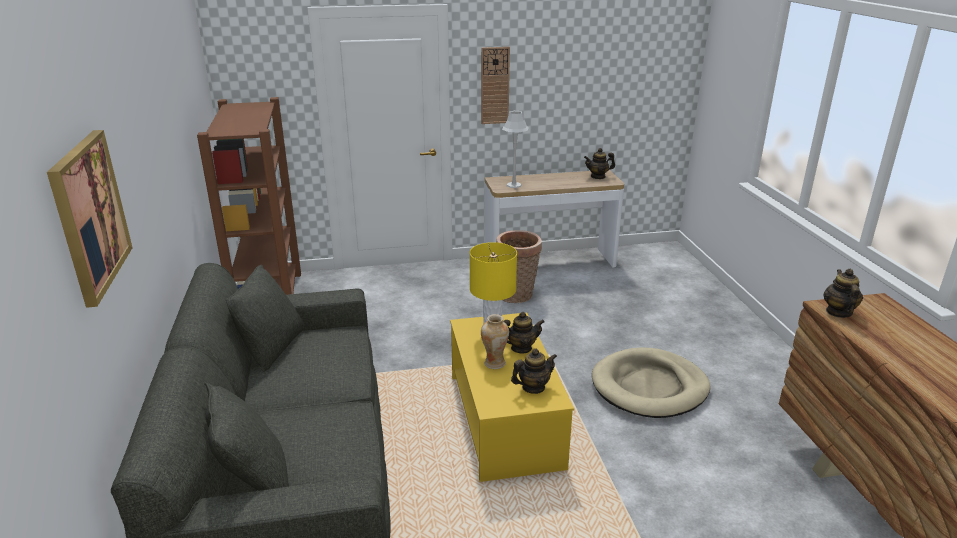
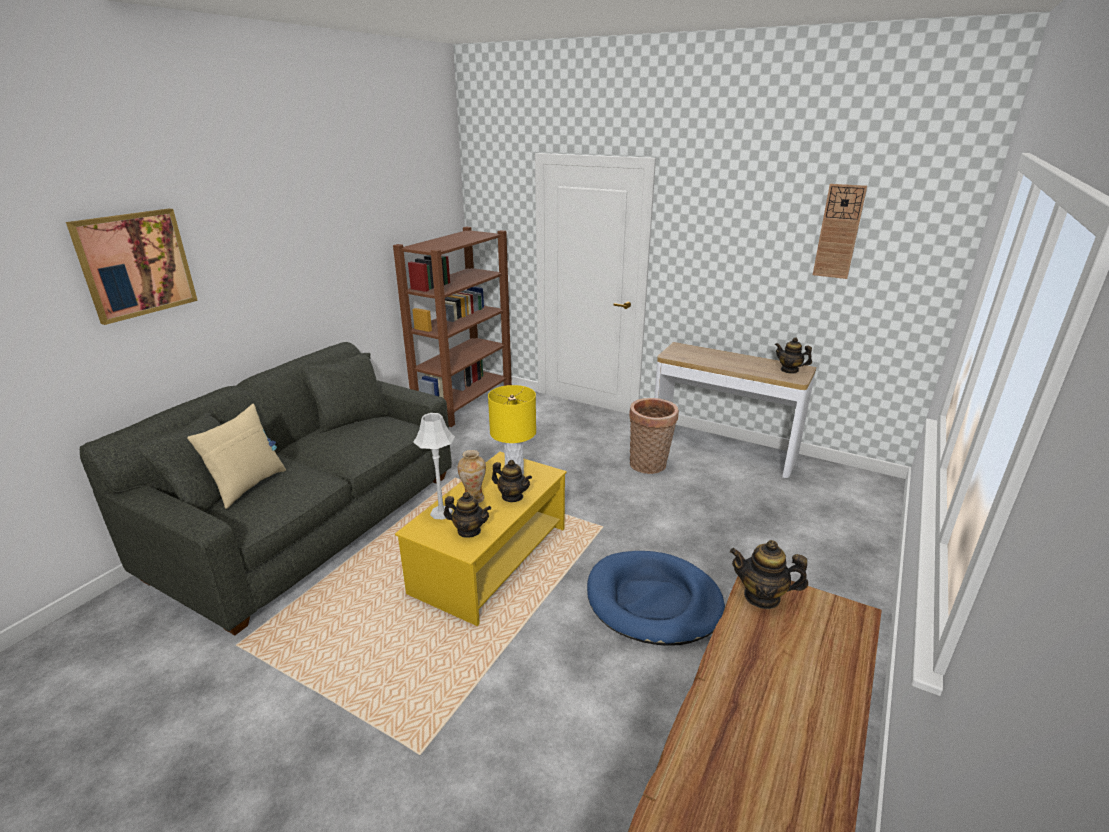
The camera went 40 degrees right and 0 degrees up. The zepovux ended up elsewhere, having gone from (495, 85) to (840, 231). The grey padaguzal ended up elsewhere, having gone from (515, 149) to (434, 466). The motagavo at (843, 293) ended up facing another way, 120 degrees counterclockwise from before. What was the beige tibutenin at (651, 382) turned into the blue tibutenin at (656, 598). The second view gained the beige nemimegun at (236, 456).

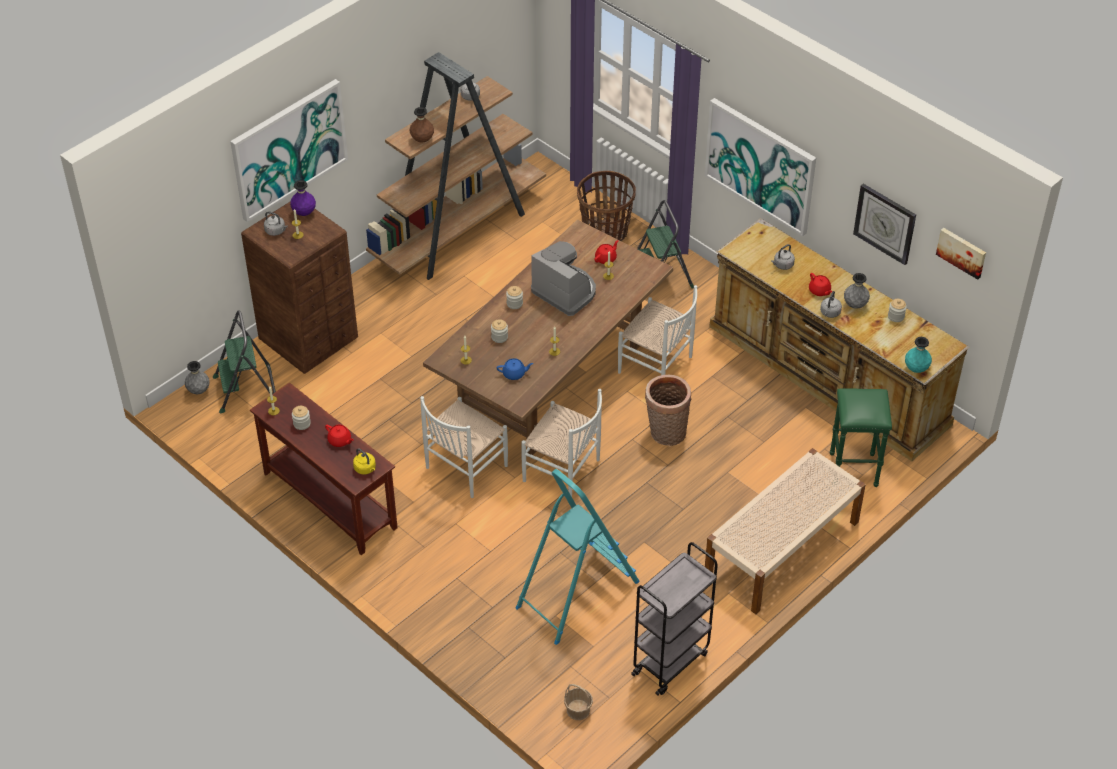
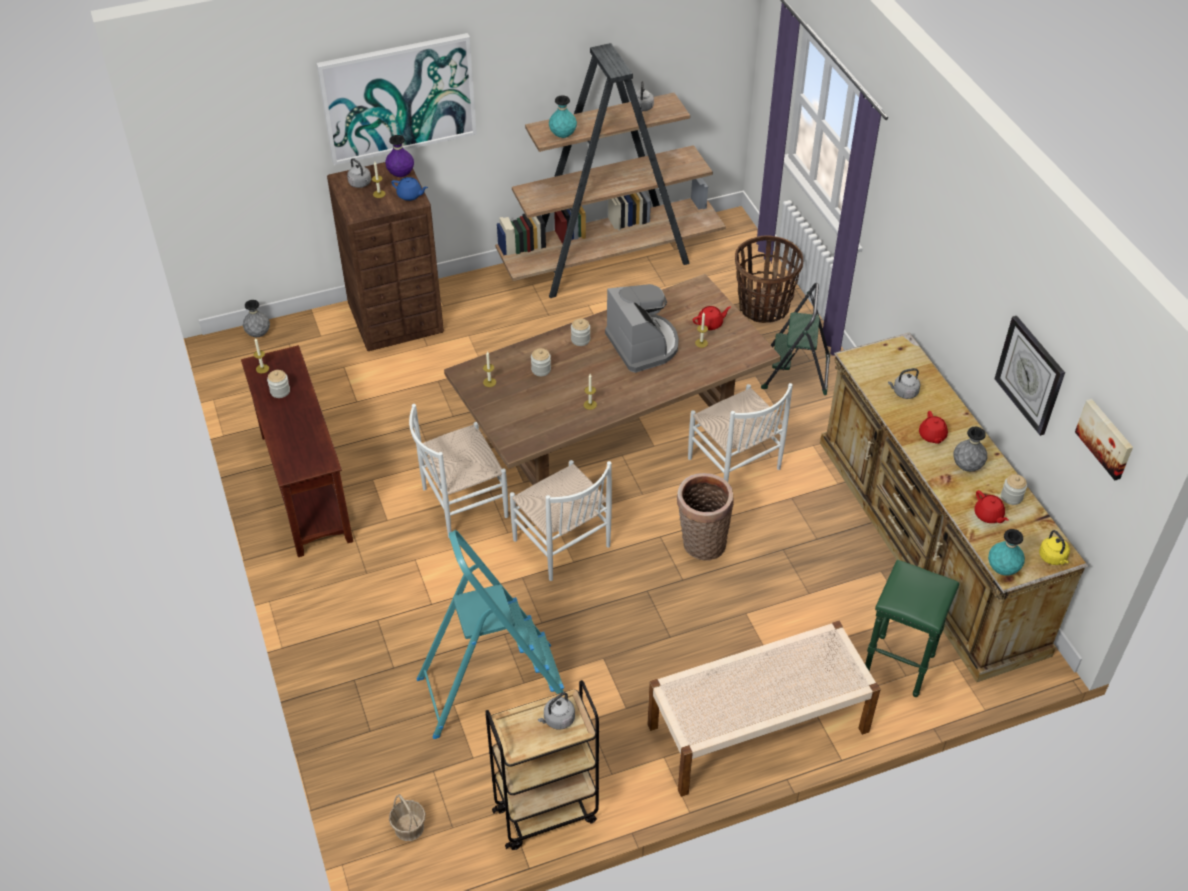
The camera went 25 degrees right and 0 degrees up. The second view lost the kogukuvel at (760, 167). What was the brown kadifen at (422, 124) turned into the turquoise kadifen at (563, 116). The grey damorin ended up elsewhere, having gone from (831, 304) to (556, 711). The second view lost the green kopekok at (244, 362). The blue motagavo ended up elsewhere, having gone from (515, 369) to (409, 189). The red motagavo ended up elsewhere, having gone from (339, 435) to (992, 506). The yellow damorin ended up elsewhere, having gone from (364, 461) to (1054, 547). What was the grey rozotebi at (674, 619) turned into the brown rozotebi at (542, 765).

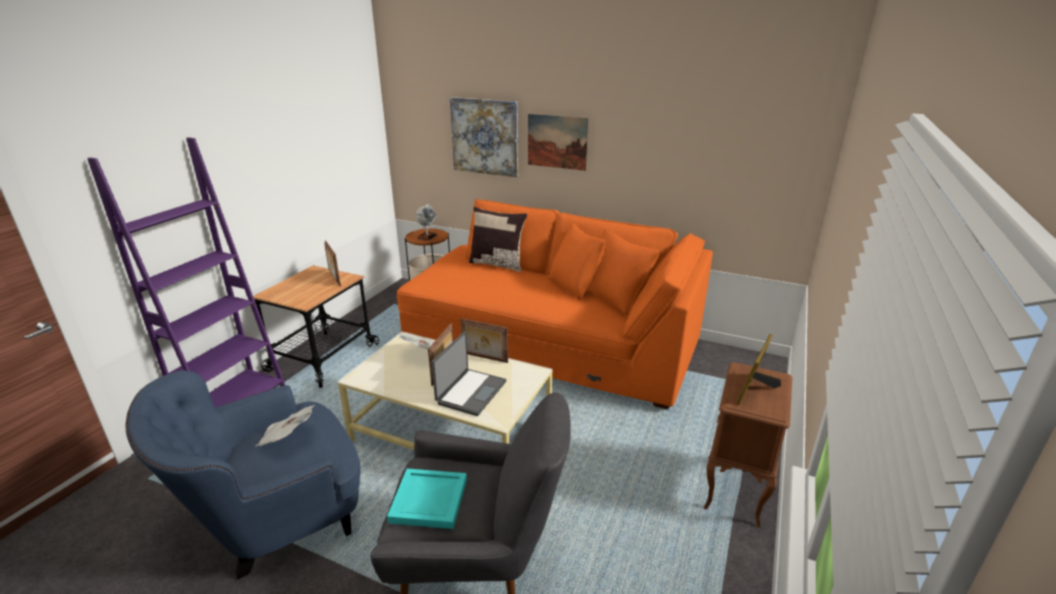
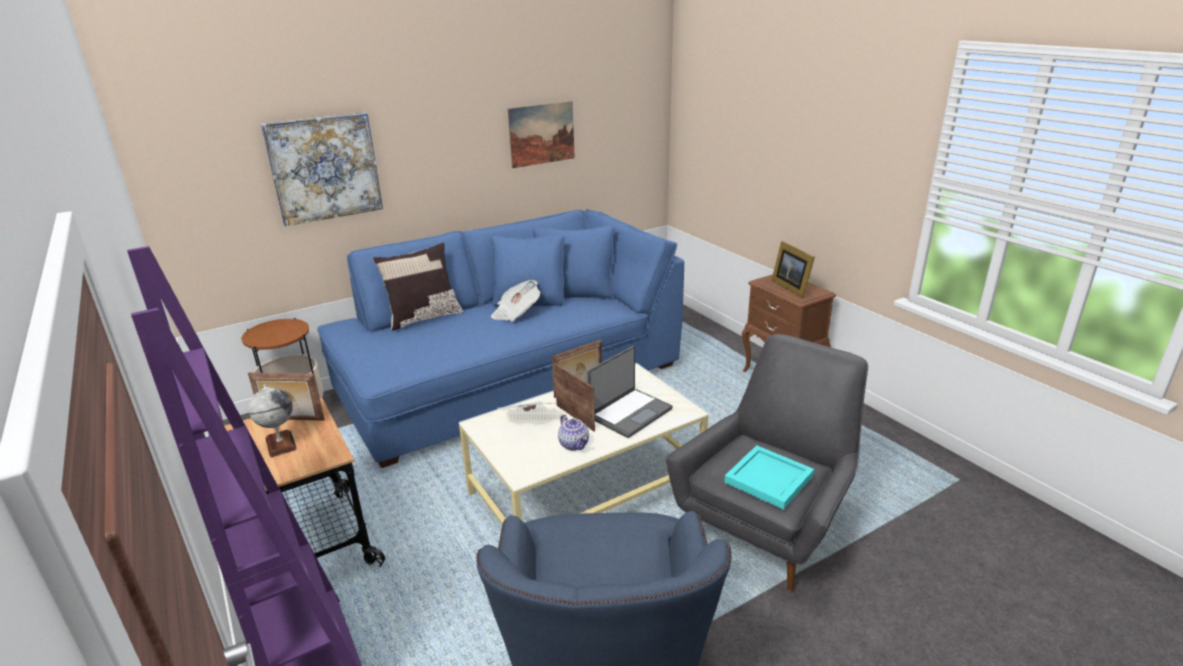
The camera went 55 degrees left and 0 degrees up. The kogukuvel ended up elsewhere, having gone from (558, 142) to (541, 134). What was the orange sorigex at (555, 304) turned into the blue sorigex at (500, 338). The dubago ended up elsewhere, having gone from (427, 222) to (273, 420). The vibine at (469, 374) ended up facing another way, 75 degrees clockwise from before. The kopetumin ended up elsewhere, having gone from (285, 426) to (515, 300). The second view gained the motagavo at (573, 433).

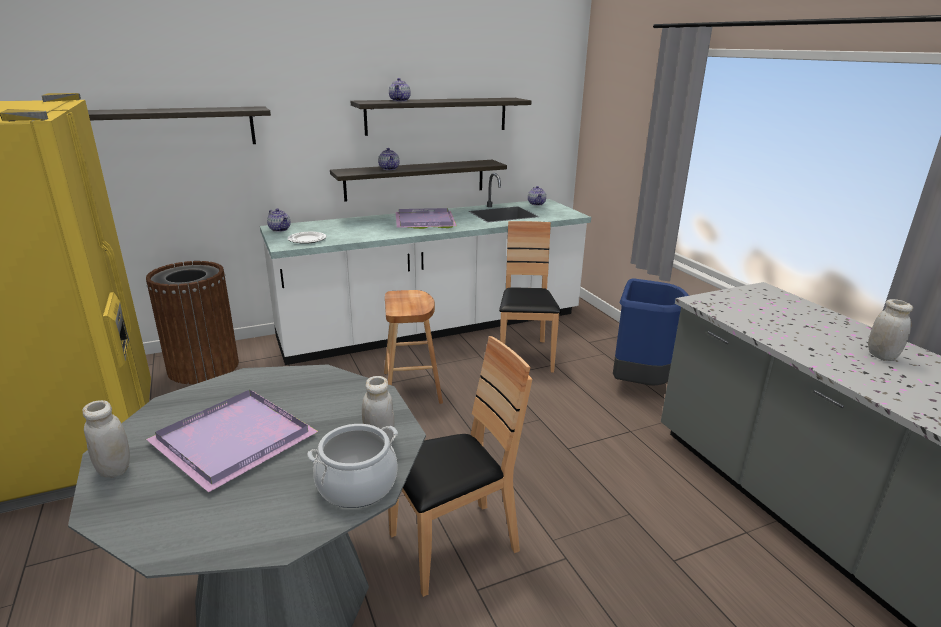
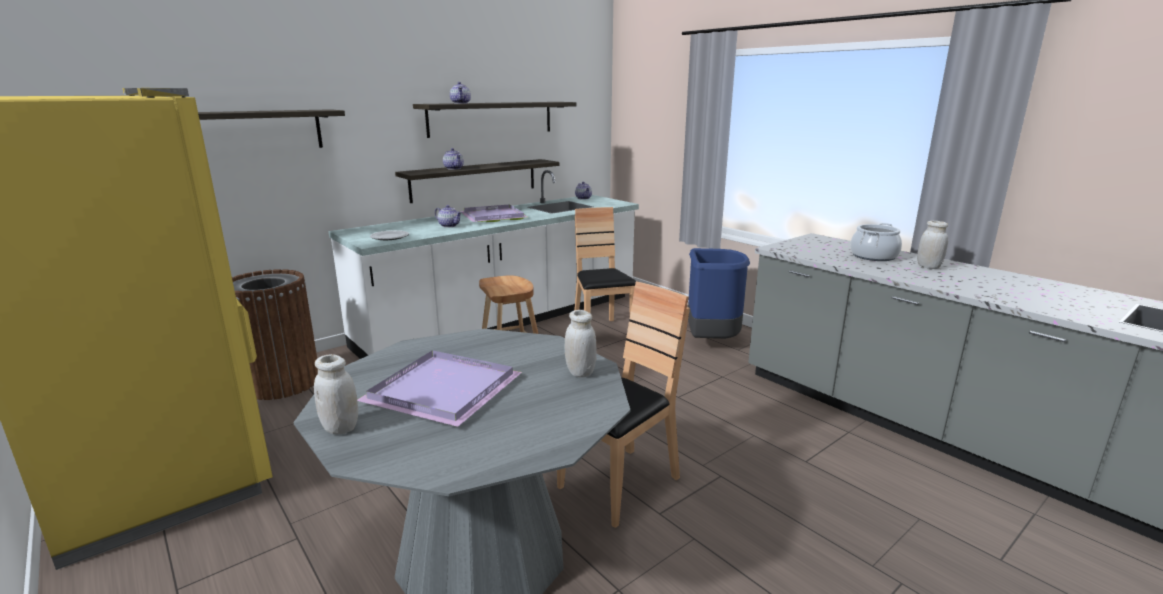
The camera went 15 degrees left and 5 degrees down. The motagavo ended up elsewhere, having gone from (278, 220) to (448, 216). The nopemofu ended up elsewhere, having gone from (352, 466) to (876, 242).

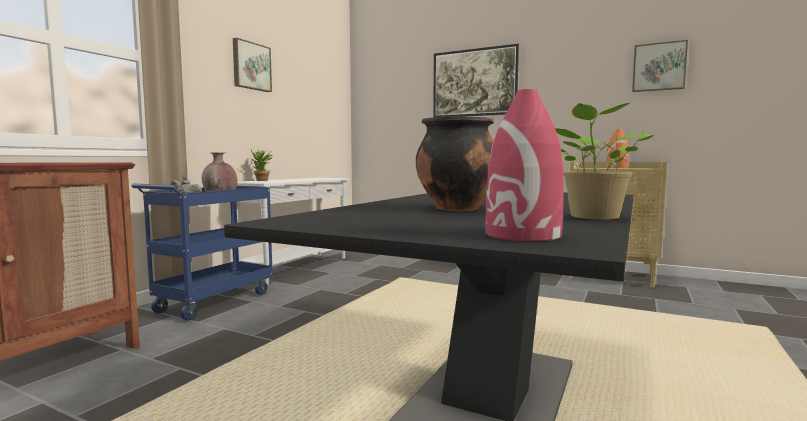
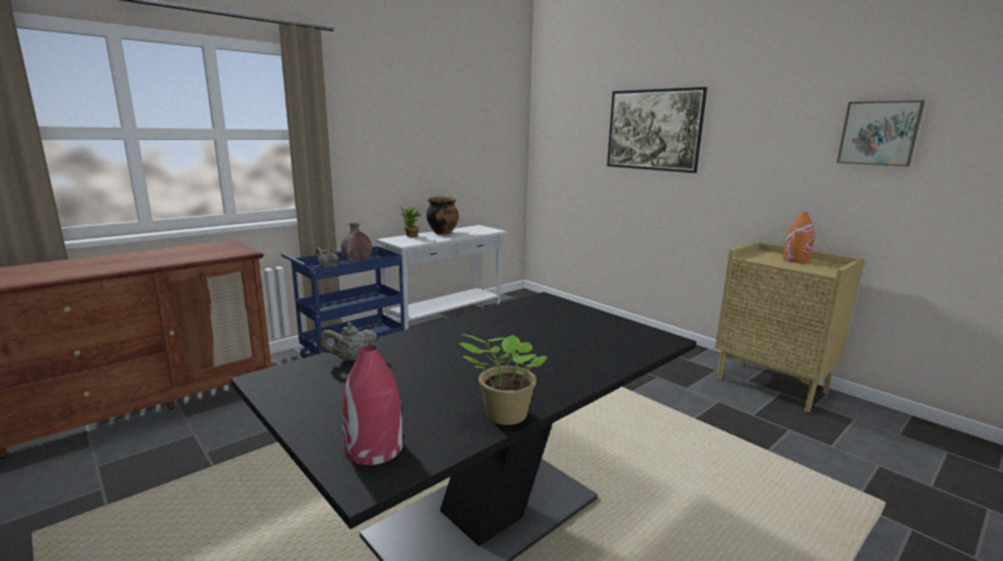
The camera went 20 degrees right and 10 degrees up. The second view lost the kogukuvel at (252, 65). The nopemofu ended up elsewhere, having gone from (455, 164) to (442, 215). The second view gained the beige motagavo at (348, 341).

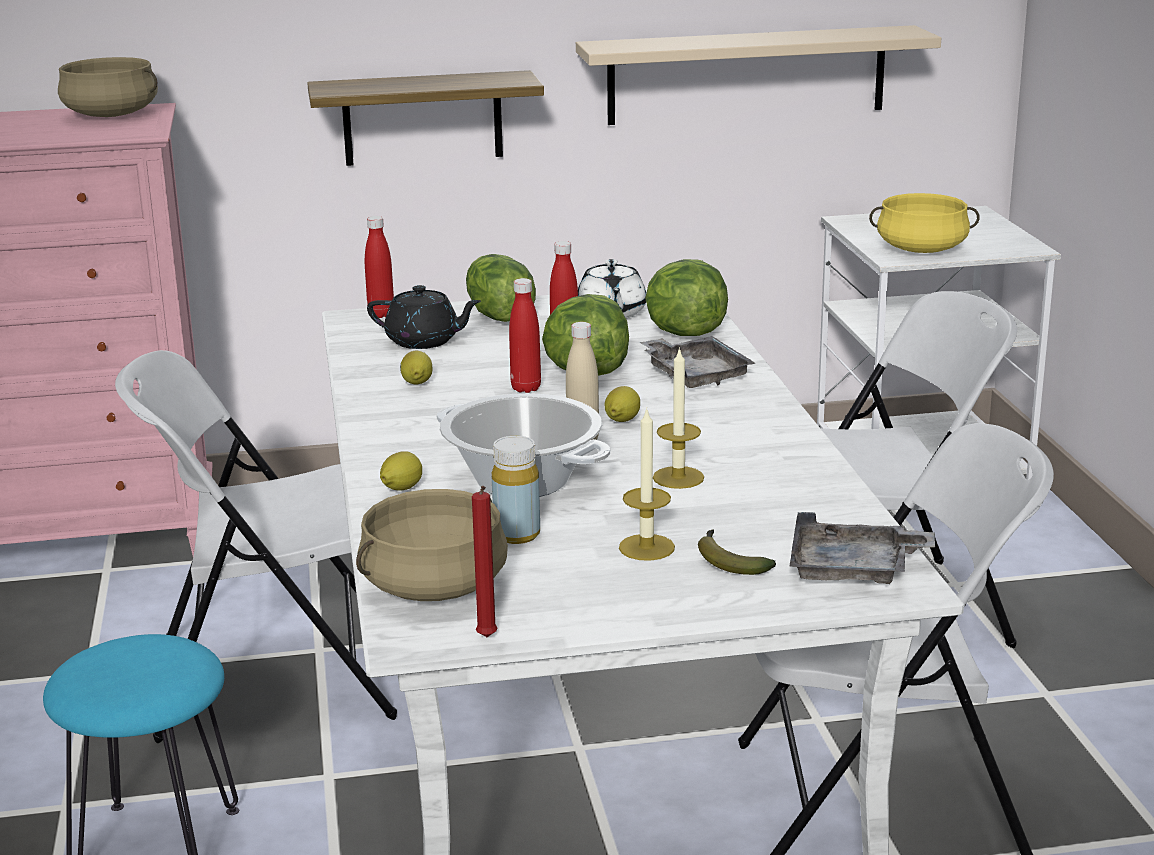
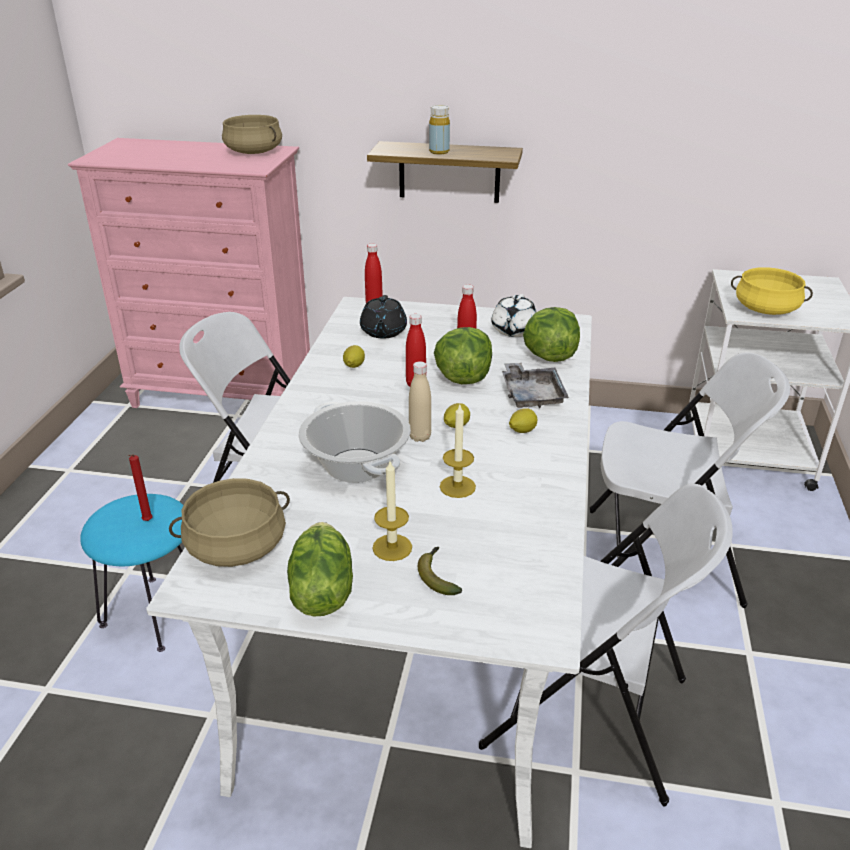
The camera went 20 degrees right and 10 degrees up. The second view lost the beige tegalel at (758, 75). The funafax ended up elsewhere, having gone from (501, 288) to (320, 569). The black motagavo at (424, 317) ended up facing another way, 60 degrees clockwise from before. The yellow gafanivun ended up elsewhere, having gone from (516, 490) to (439, 130). The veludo ended up elsewhere, having gone from (401, 471) to (523, 420). The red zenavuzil ended up elsewhere, having gone from (485, 561) to (140, 487). The second view lost the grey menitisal at (862, 548).

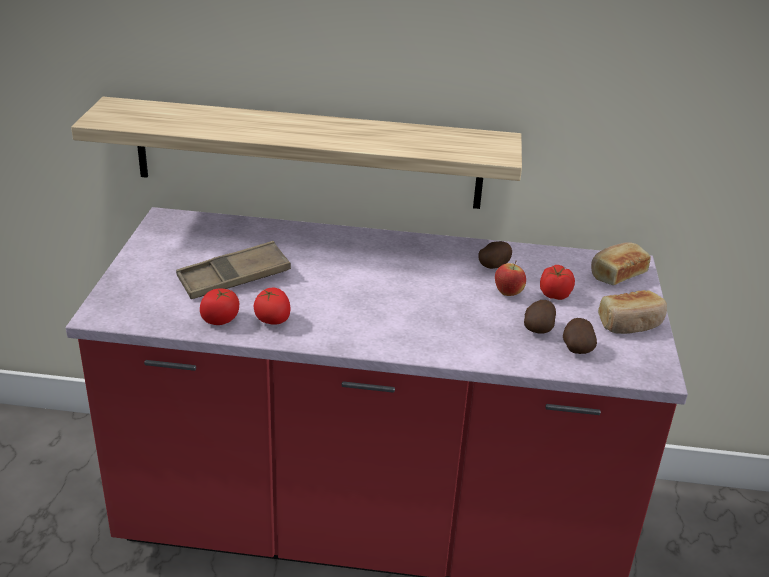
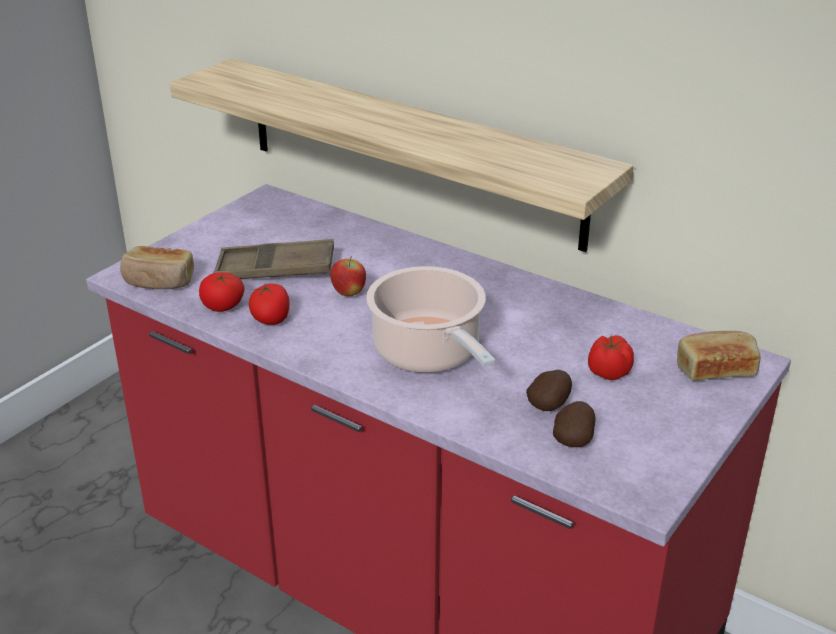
The camera went 30 degrees right and 0 degrees up. The second view lost the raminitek at (495, 255). The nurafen ended up elsewhere, having gone from (510, 278) to (348, 276). The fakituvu ended up elsewhere, having gone from (632, 312) to (157, 267). The second view gained the nopemofu at (430, 319).

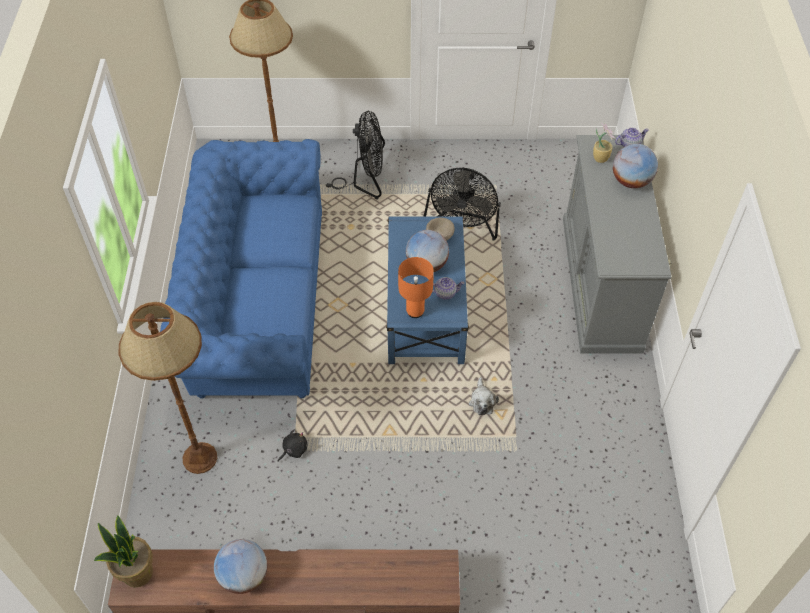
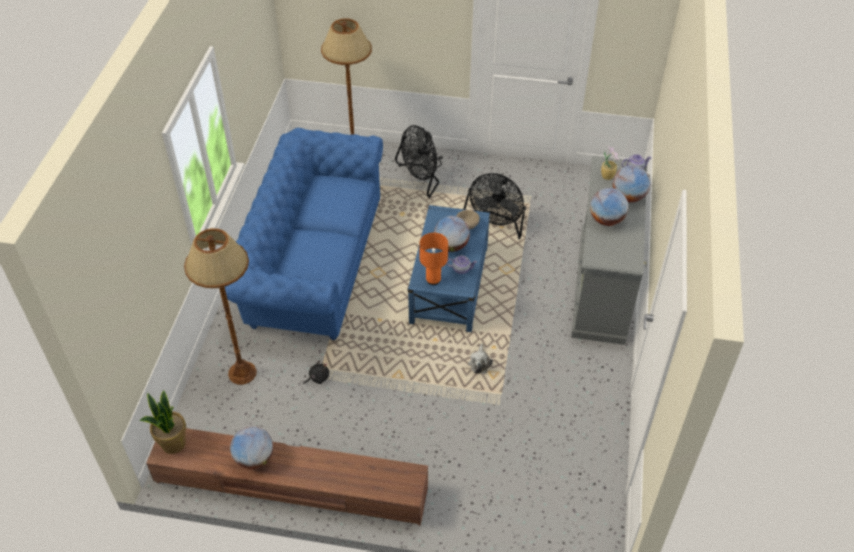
The camera went 10 degrees right and 5 degrees down. The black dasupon at (355, 155) ended up facing another way, 135 degrees clockwise from before. The second view gained the dubago at (609, 207).

